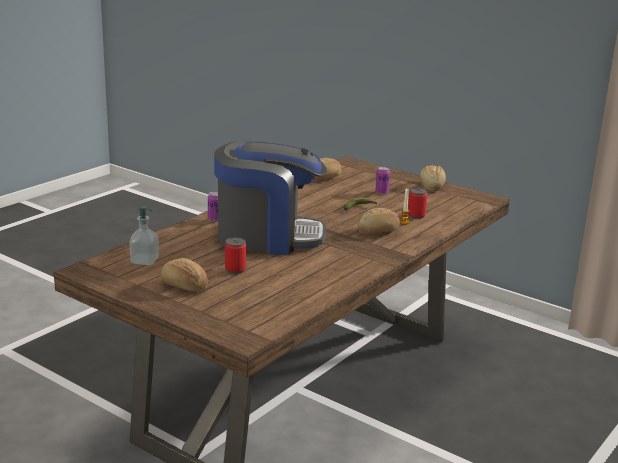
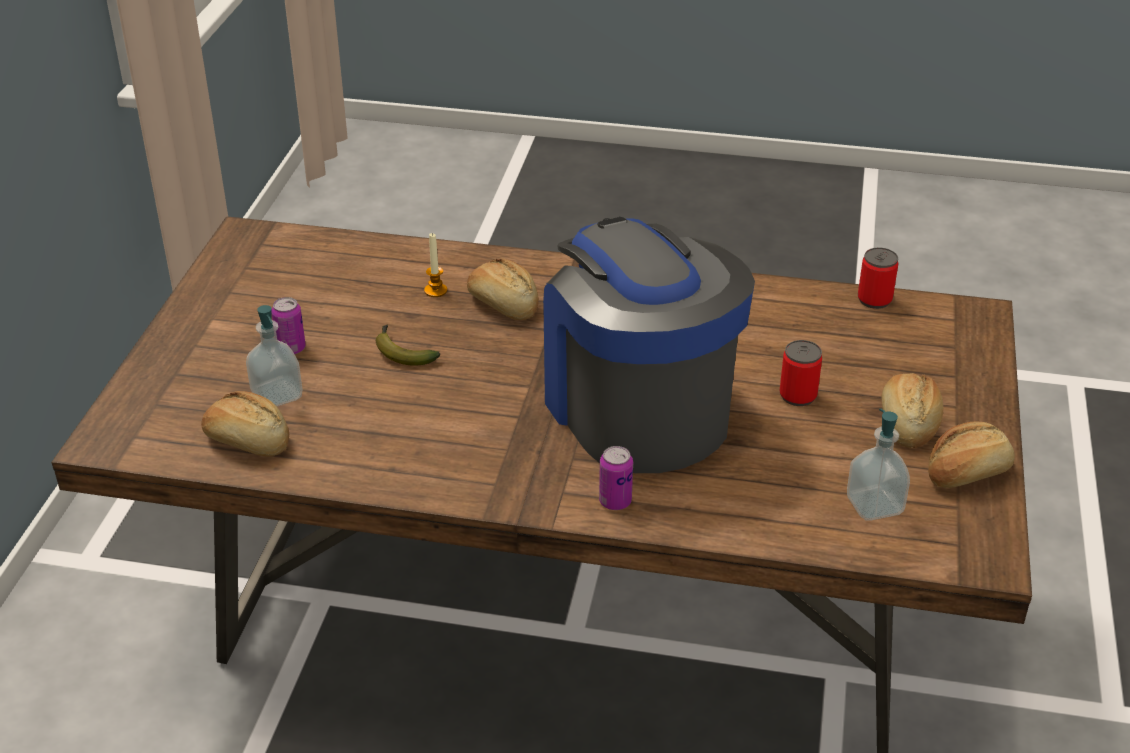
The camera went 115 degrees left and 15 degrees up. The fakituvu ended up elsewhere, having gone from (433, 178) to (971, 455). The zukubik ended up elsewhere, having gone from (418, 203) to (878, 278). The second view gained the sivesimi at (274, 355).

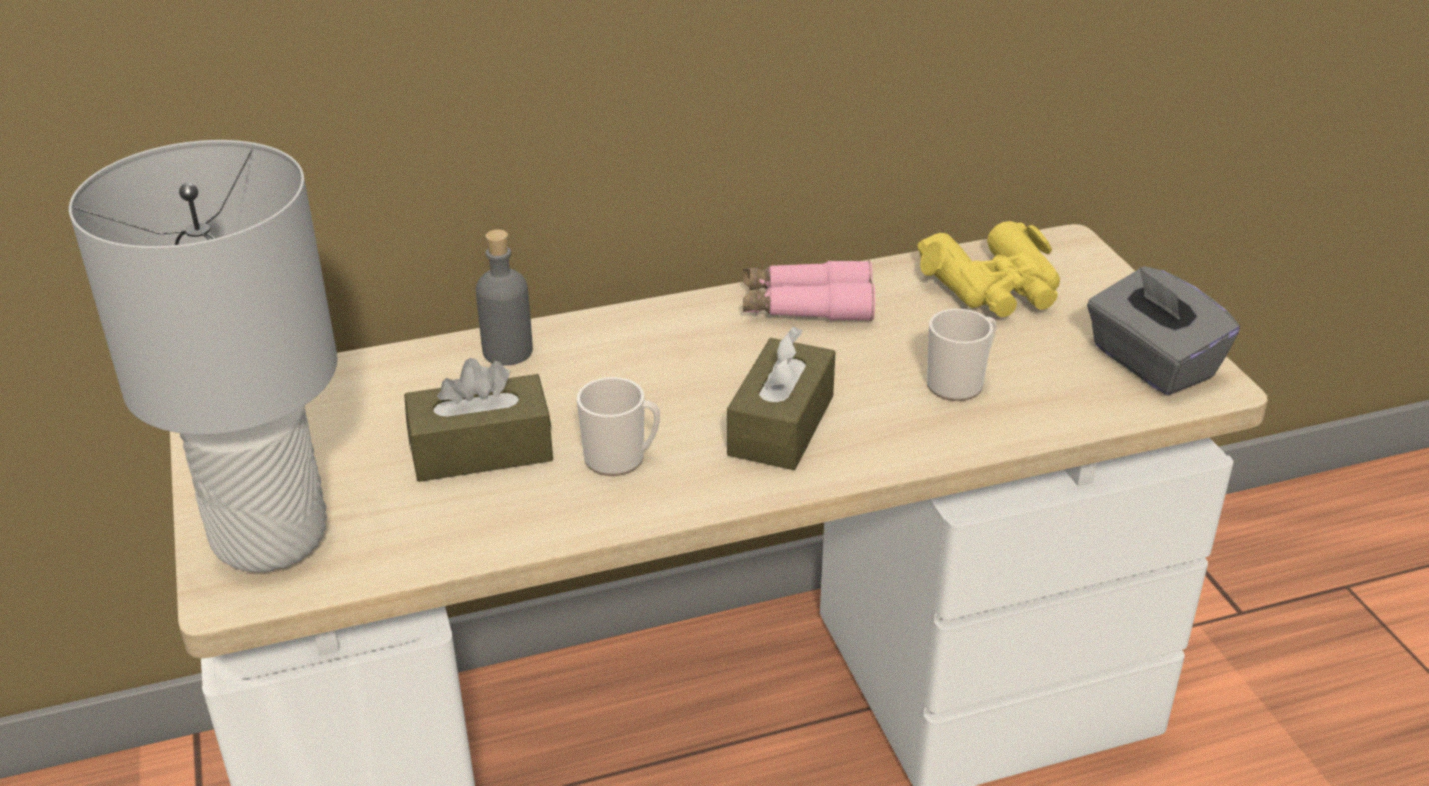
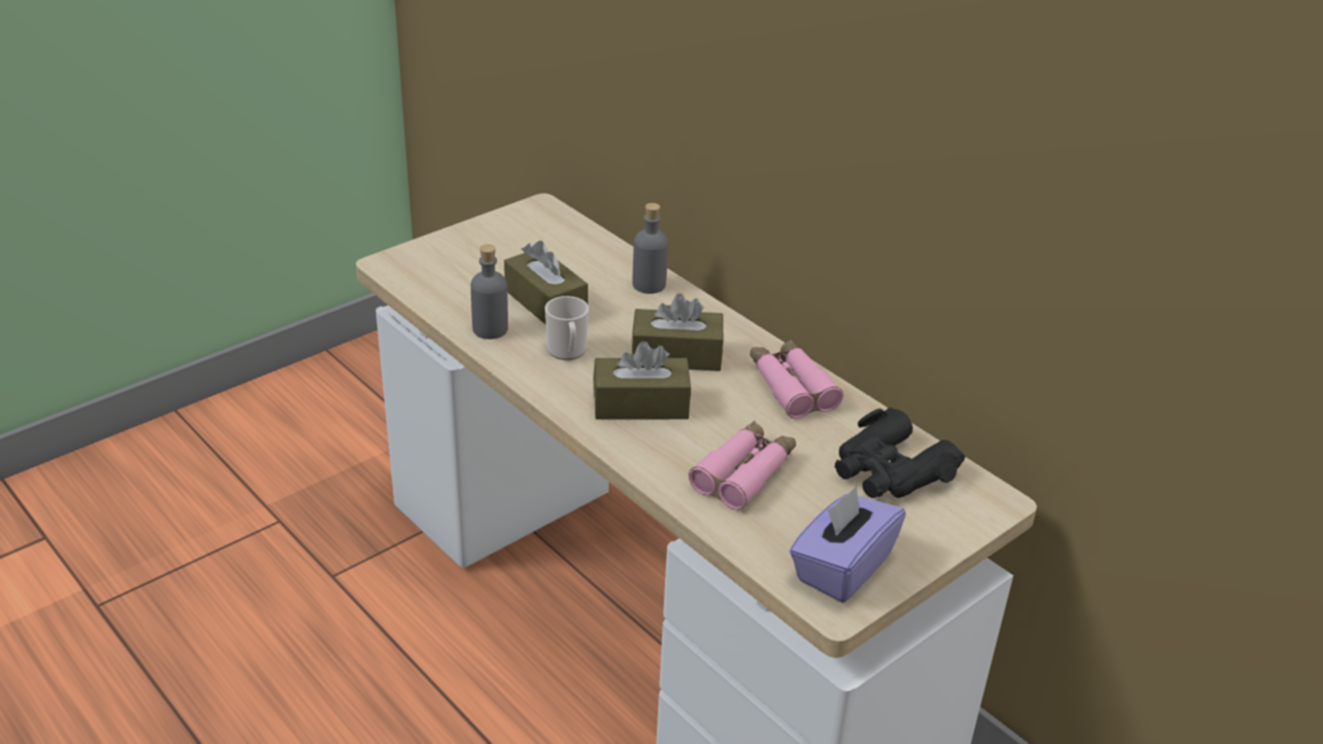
The camera went 65 degrees right and 0 degrees up. The second view lost the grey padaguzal at (203, 356). What was the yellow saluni at (988, 269) turned into the black saluni at (900, 452). What was the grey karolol at (1163, 330) turned into the purple karolol at (847, 544). Where the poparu stood at (962, 355), the pink saluni came to stand at (742, 465). The second view gained the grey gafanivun at (489, 291). The second view gained the brown karolol at (677, 332).

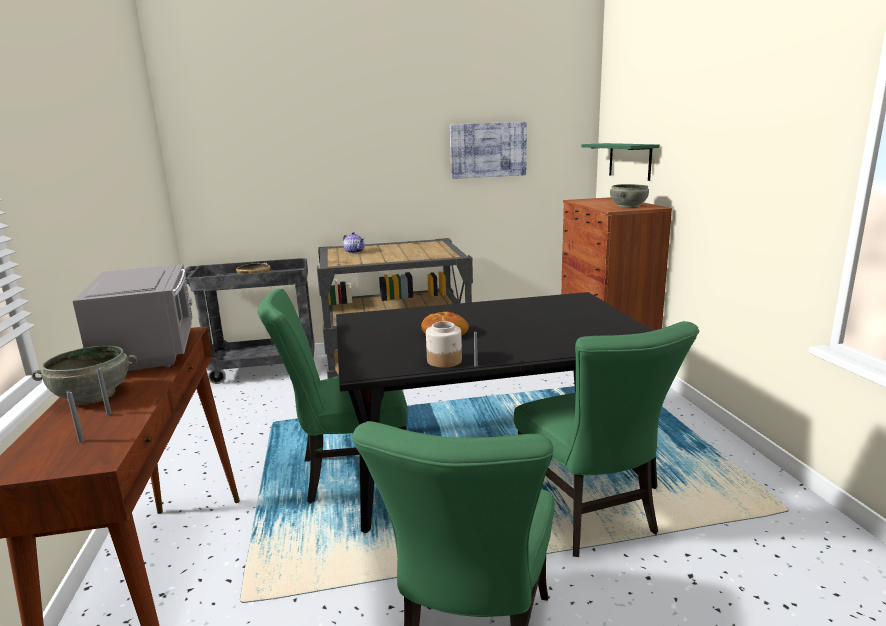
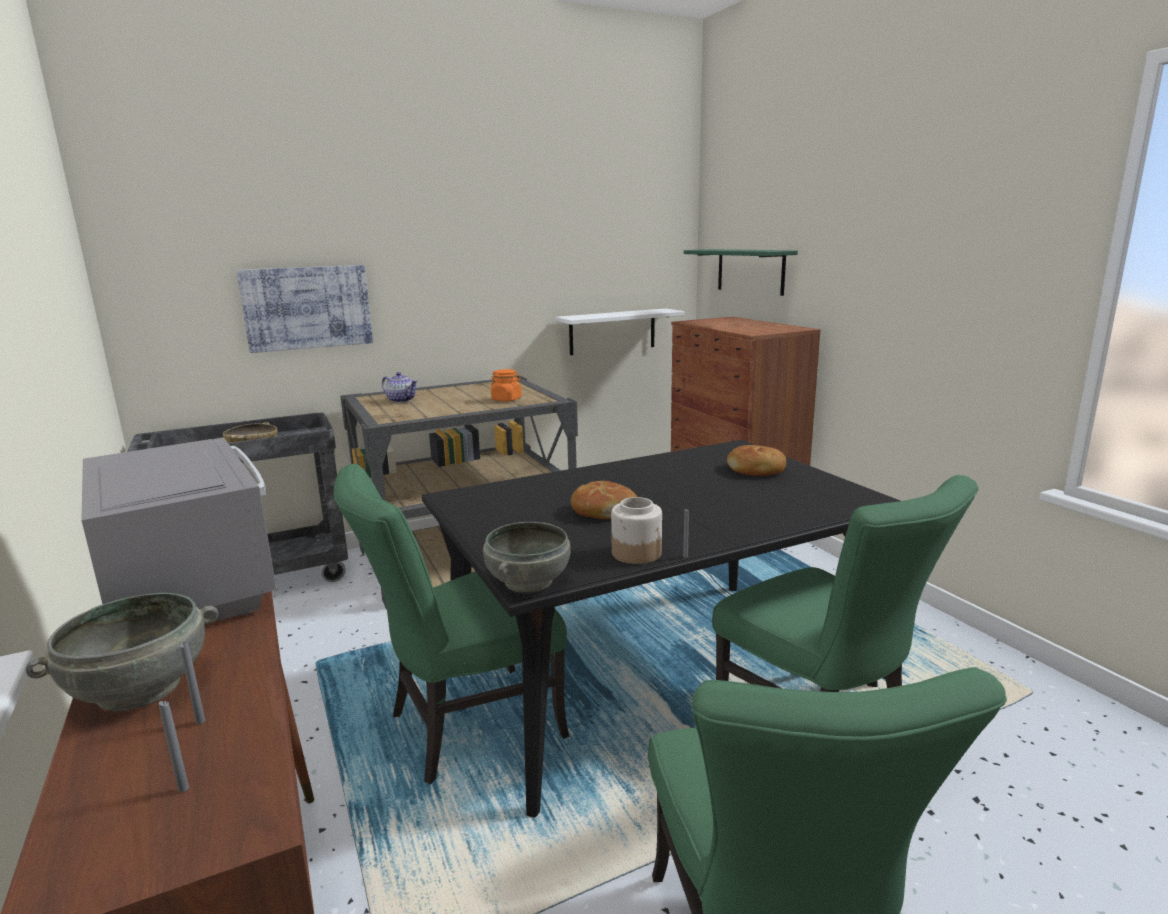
The camera went 15 degrees left and 0 degrees up. The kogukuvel ended up elsewhere, having gone from (488, 150) to (305, 309). The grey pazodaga ended up elsewhere, having gone from (629, 196) to (527, 557). The second view gained the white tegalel at (620, 331). The second view gained the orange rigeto at (506, 385). The second view gained the fakituvu at (756, 460).

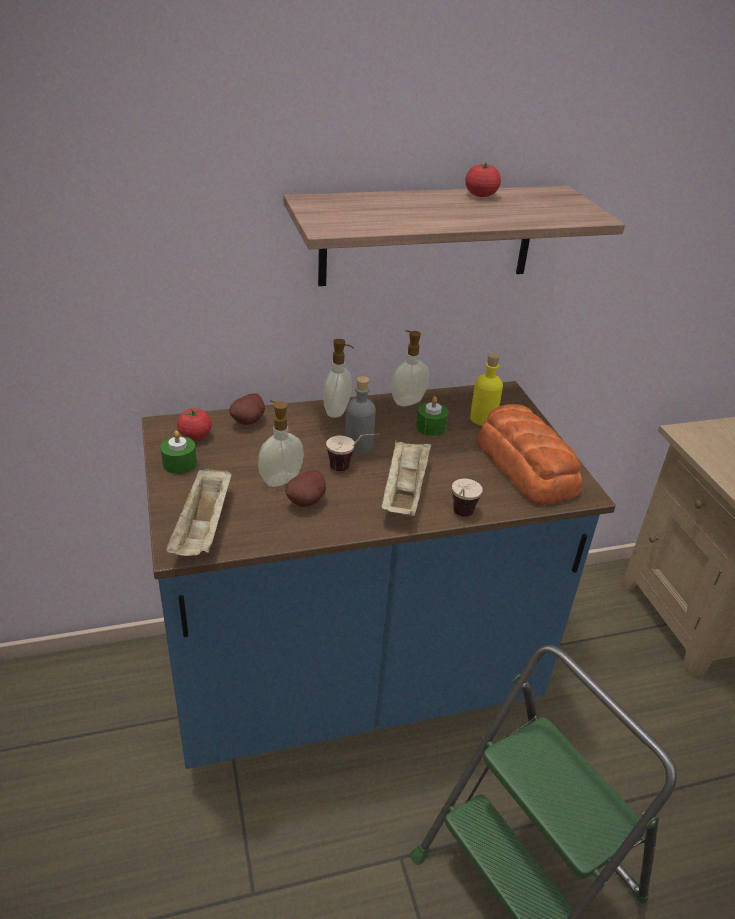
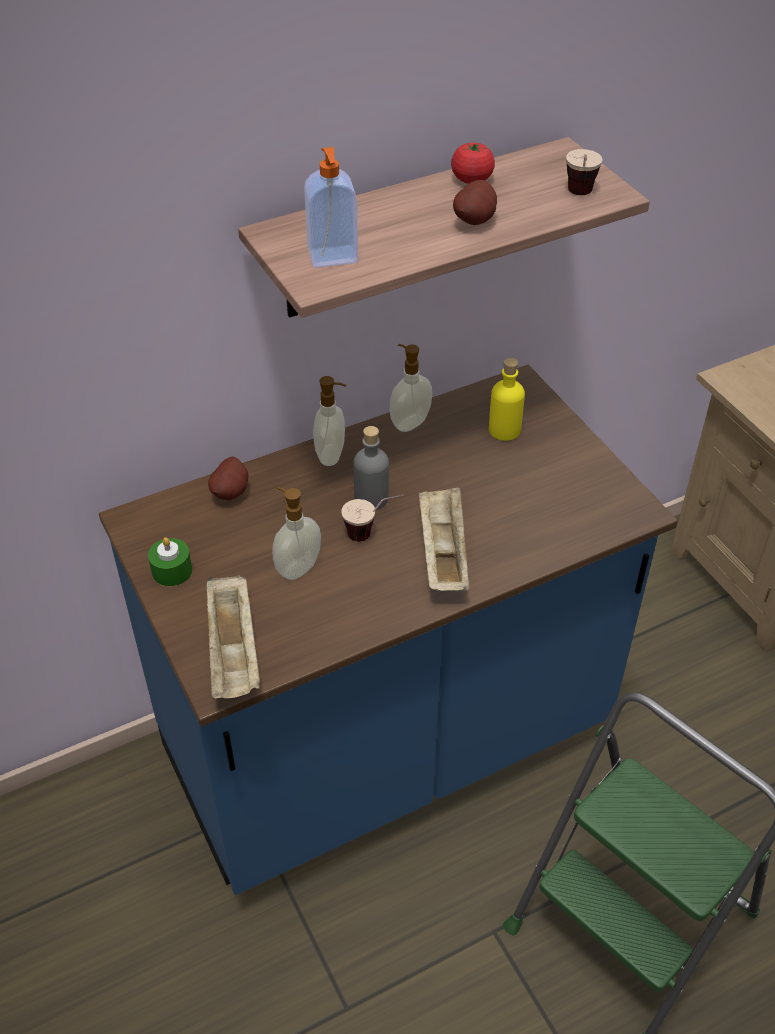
The camera went 10 degrees left and 10 degrees up. The second view lost the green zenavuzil at (432, 416). The second view lost the fakituvu at (529, 454). The second view lost the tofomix at (194, 424). The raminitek ended up elsewhere, having gone from (305, 488) to (475, 202). The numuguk ended up elsewhere, having gone from (467, 498) to (584, 172). The second view gained the sivesimi at (331, 207).

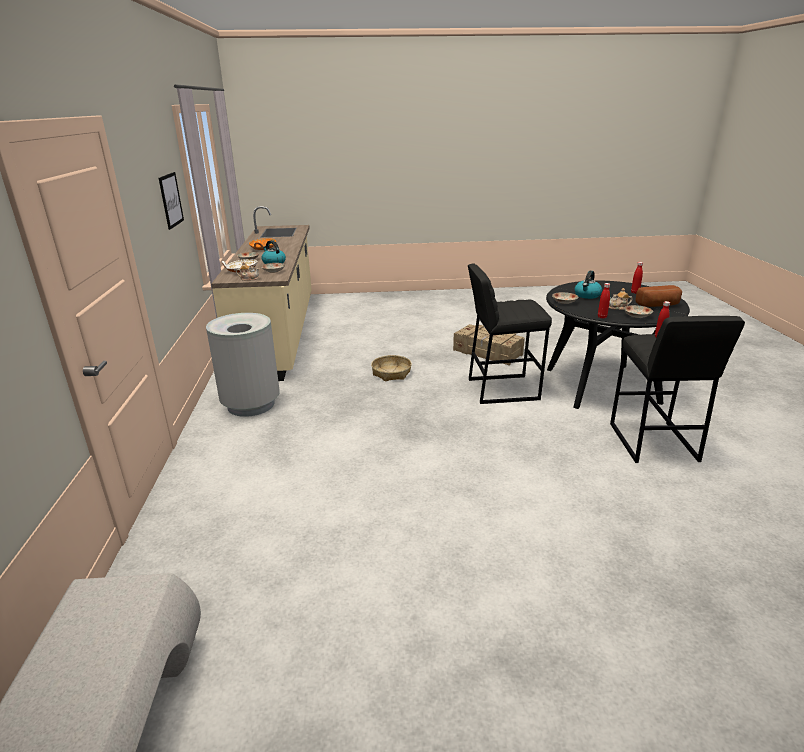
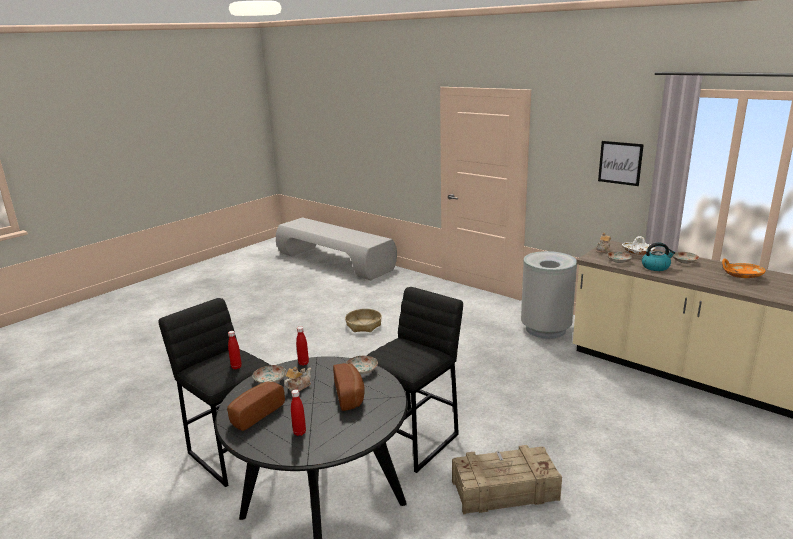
The camera went 135 degrees right and 5 degrees down. Where the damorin stood at (588, 285), the fakituvu came to stand at (349, 387). The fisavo ended up elsewhere, having gone from (391, 368) to (363, 320).

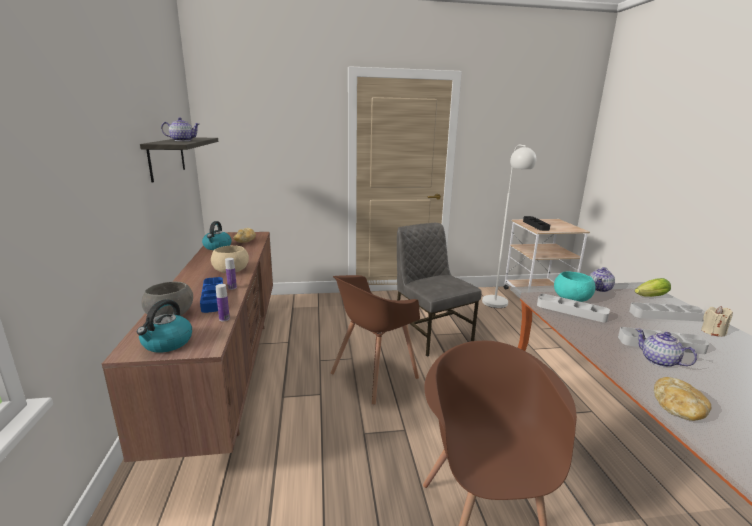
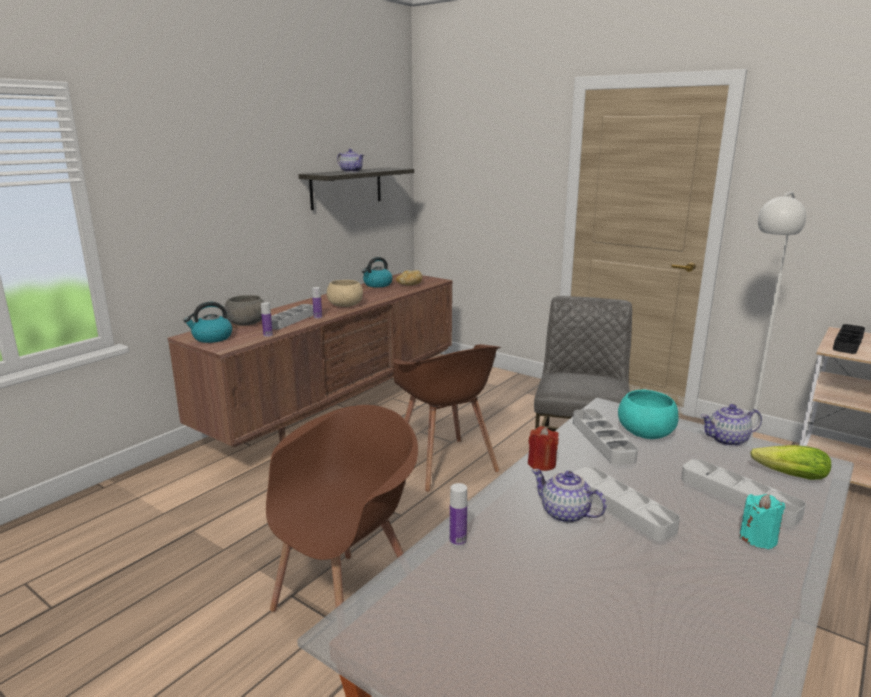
The camera went 45 degrees right and 0 degrees up. The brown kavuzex at (375, 340) ended up facing another way, 120 degrees counterclockwise from before. What was the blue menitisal at (211, 295) turned into the grey menitisal at (292, 316). What was the beige zenavuzil at (717, 321) turned into the turquoise zenavuzil at (762, 521). The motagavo at (666, 348) ended up facing another way, 60 degrees counterclockwise from before. Where the fakituvu stood at (682, 399), the gafanivun came to stand at (458, 514). The second view gained the red zenavuzil at (543, 448).

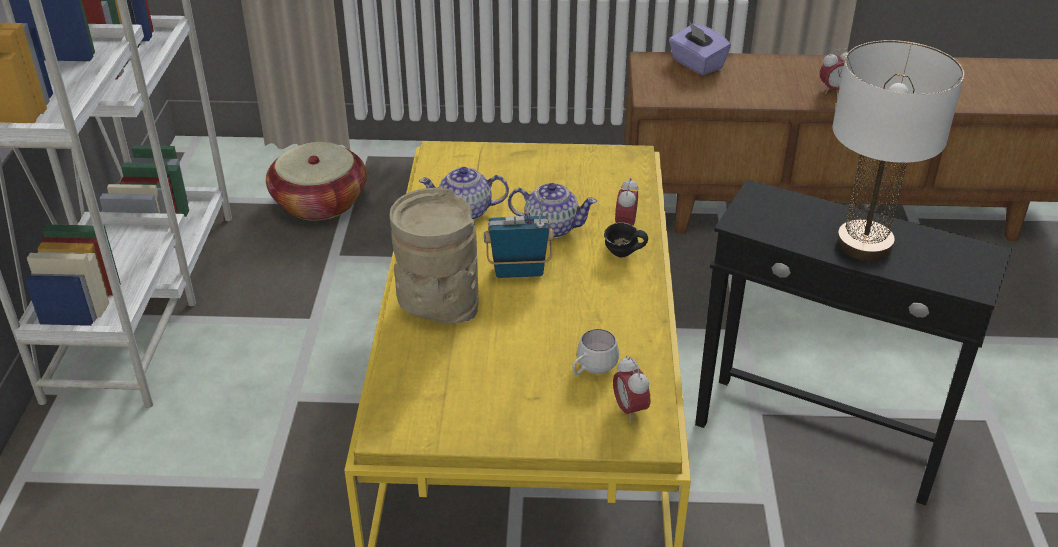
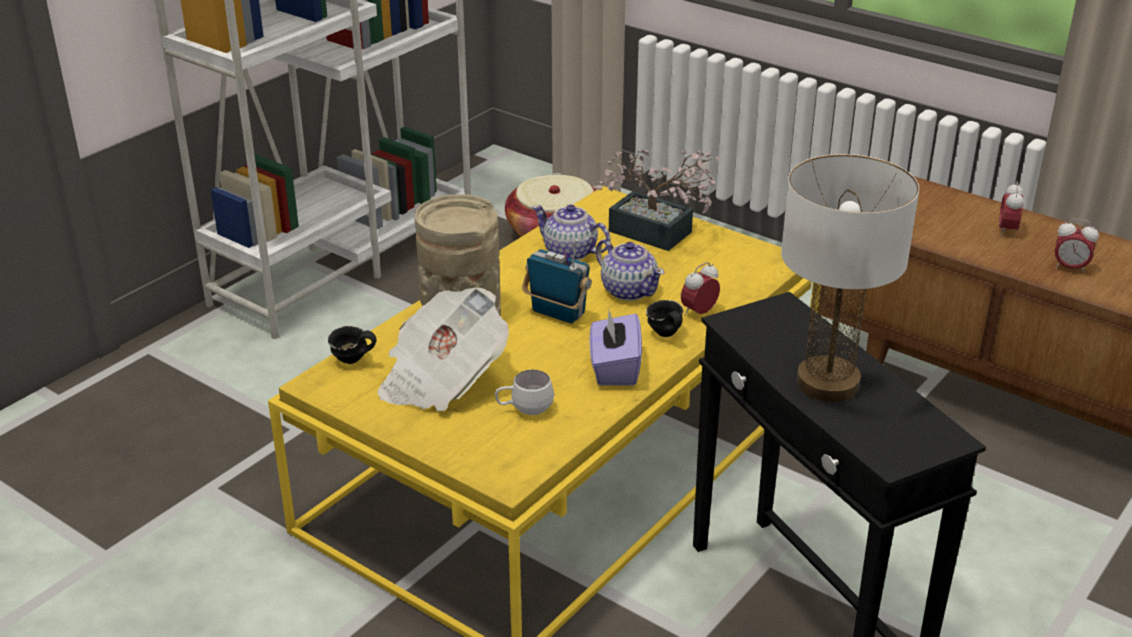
The camera went 35 degrees right and 5 degrees down. The purple karolol ended up elsewhere, having gone from (700, 48) to (616, 348). The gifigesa ended up elsewhere, having gone from (631, 389) to (1011, 209). The second view gained the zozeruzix at (657, 200). The second view gained the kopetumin at (443, 350). The second view gained the black poparu at (352, 344).

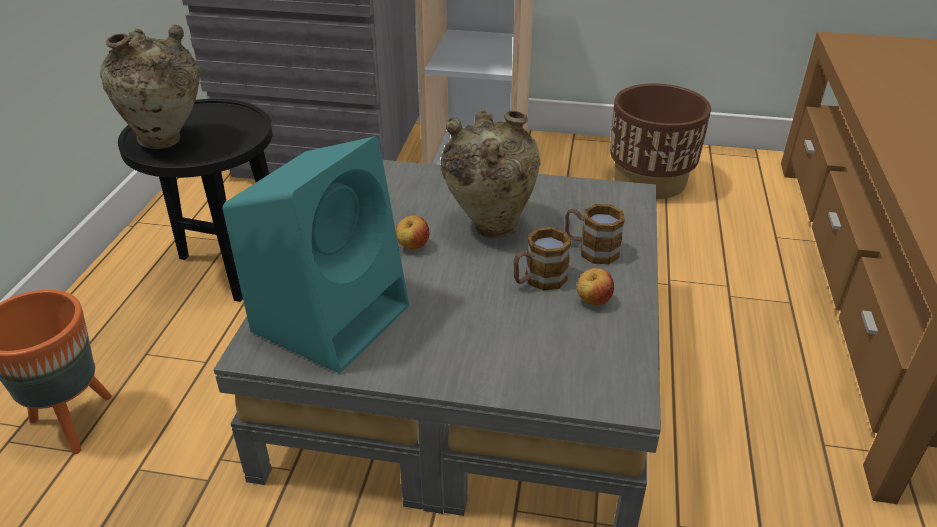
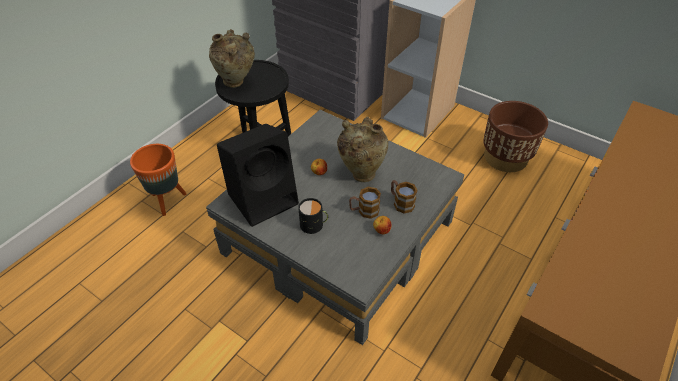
The camera went 25 degrees right and 10 degrees up. What was the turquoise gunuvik at (316, 254) turned into the black gunuvik at (258, 175). The second view gained the black poparu at (313, 216).

